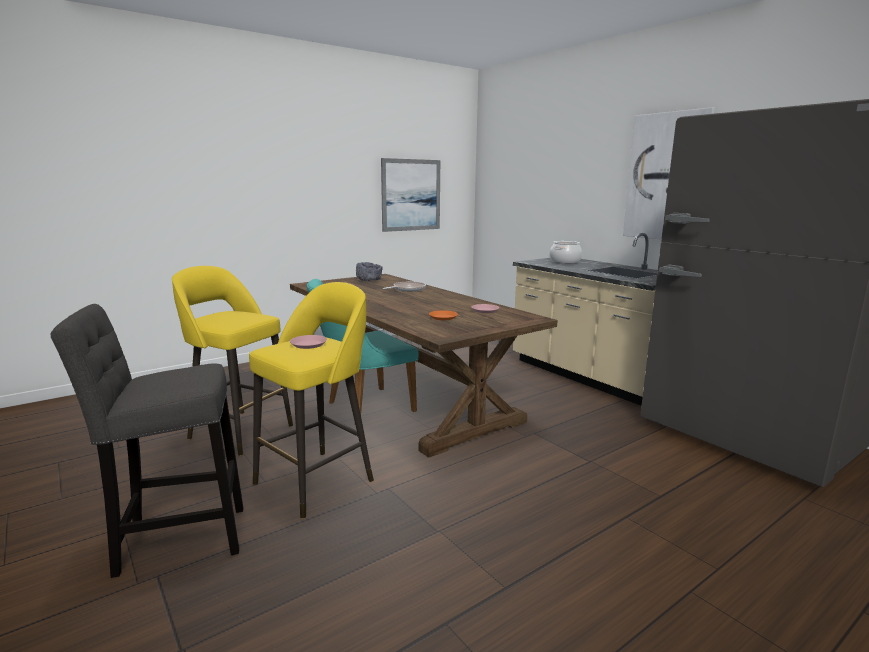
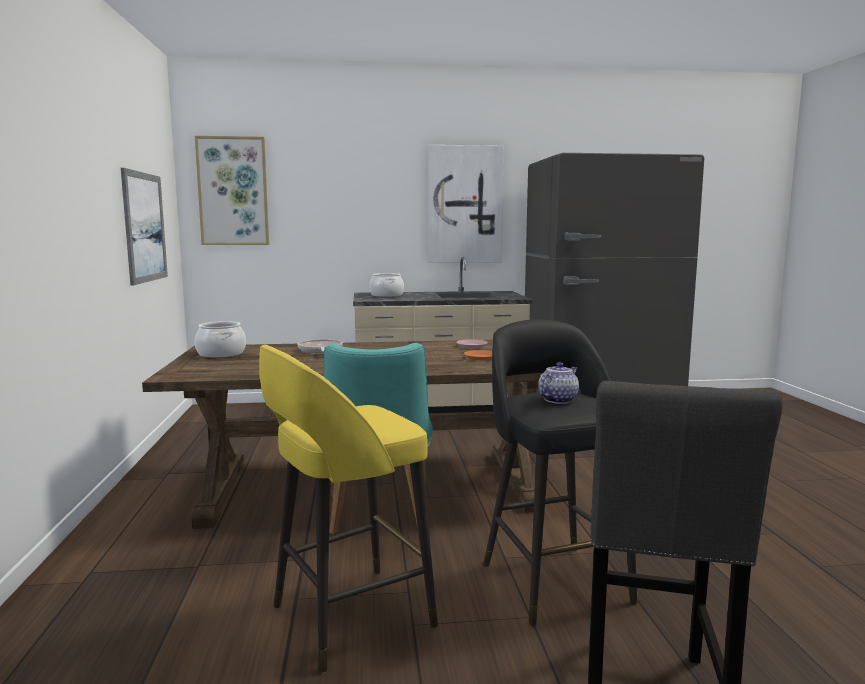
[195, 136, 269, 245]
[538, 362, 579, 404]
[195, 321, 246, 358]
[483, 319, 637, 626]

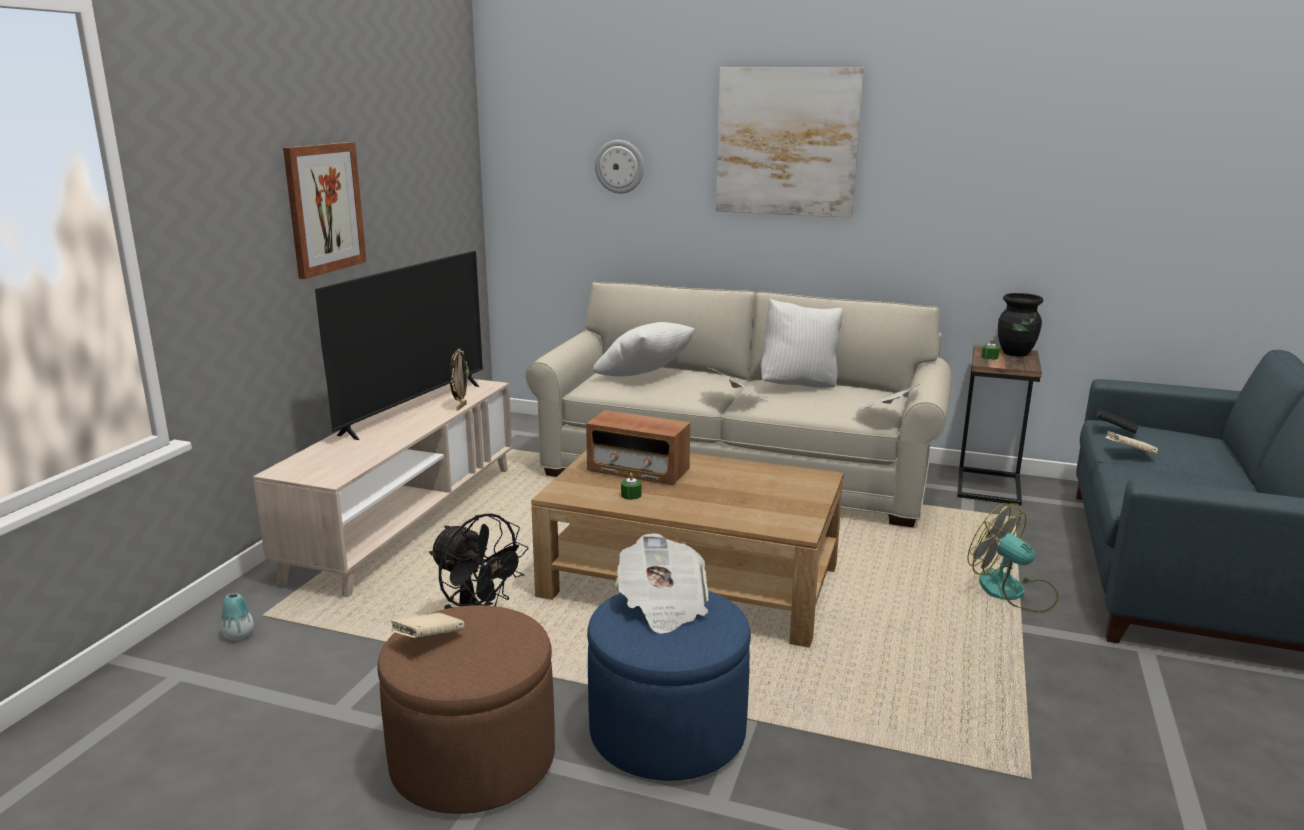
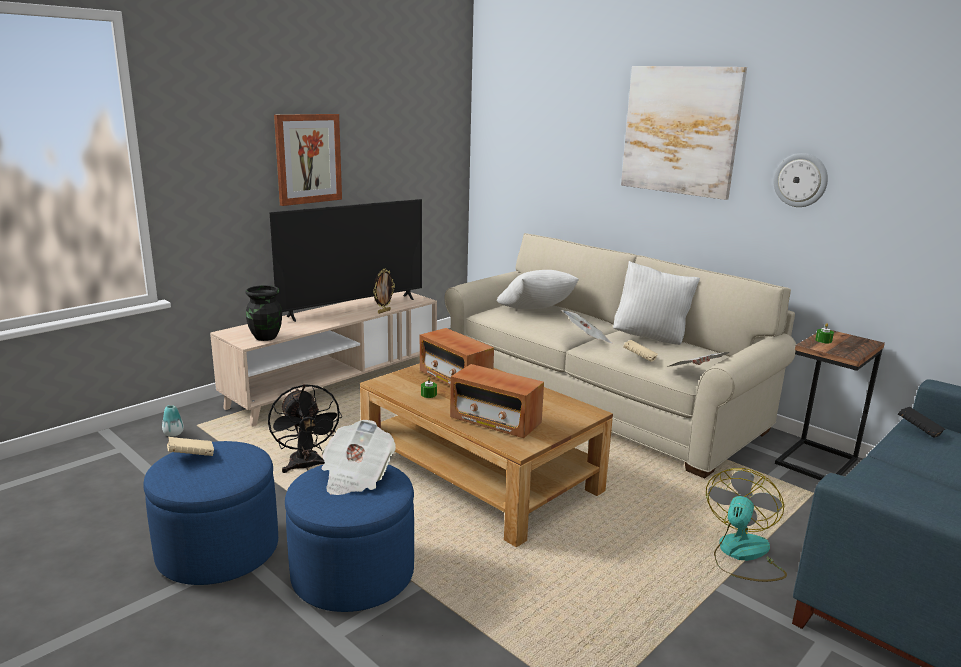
[450, 364, 544, 438]
[774, 153, 828, 207]
[245, 285, 282, 341]
[623, 340, 658, 362]
[143, 441, 278, 585]
[706, 468, 787, 582]

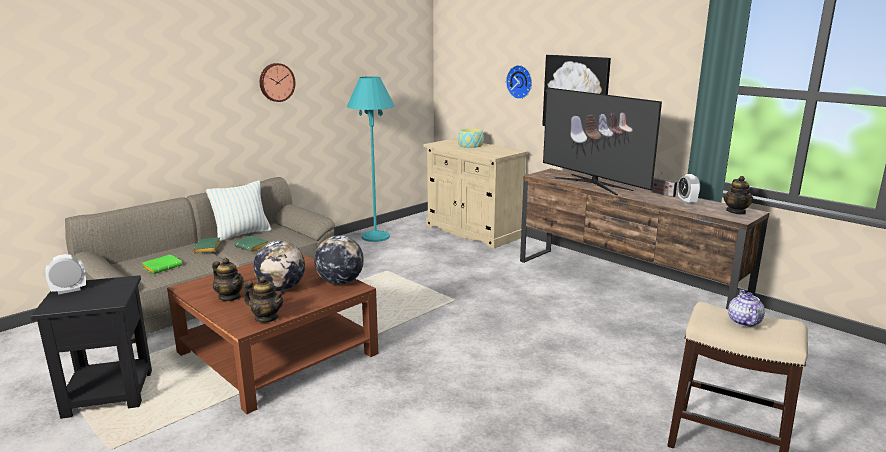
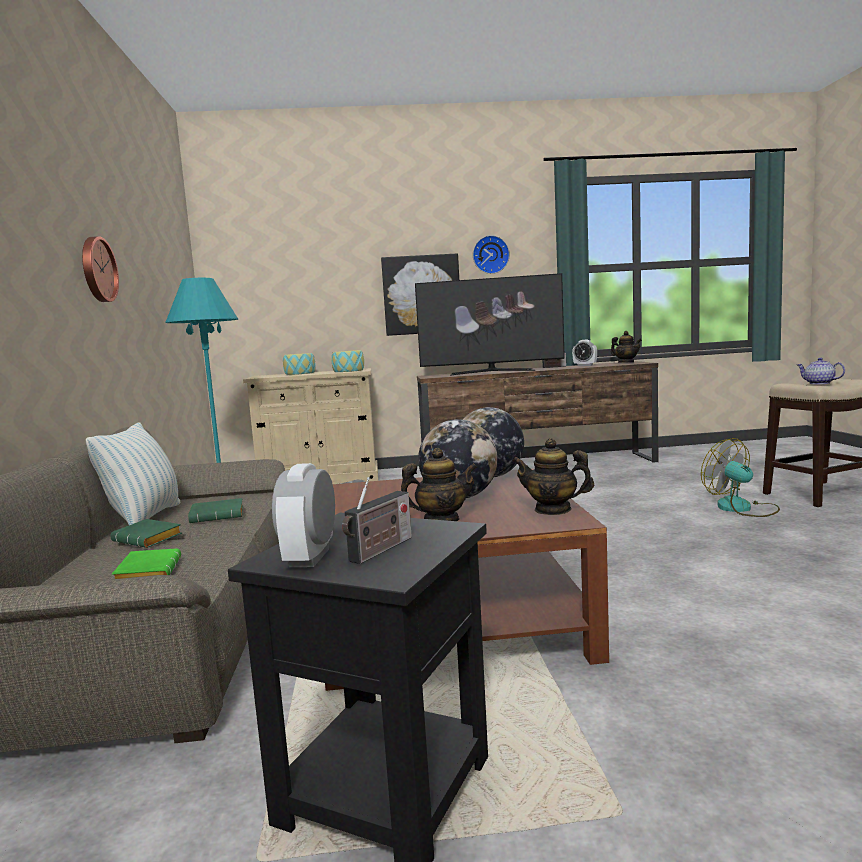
[331, 350, 364, 372]
[342, 477, 412, 564]
[701, 438, 780, 517]
[473, 235, 510, 274]
[513, 438, 594, 515]

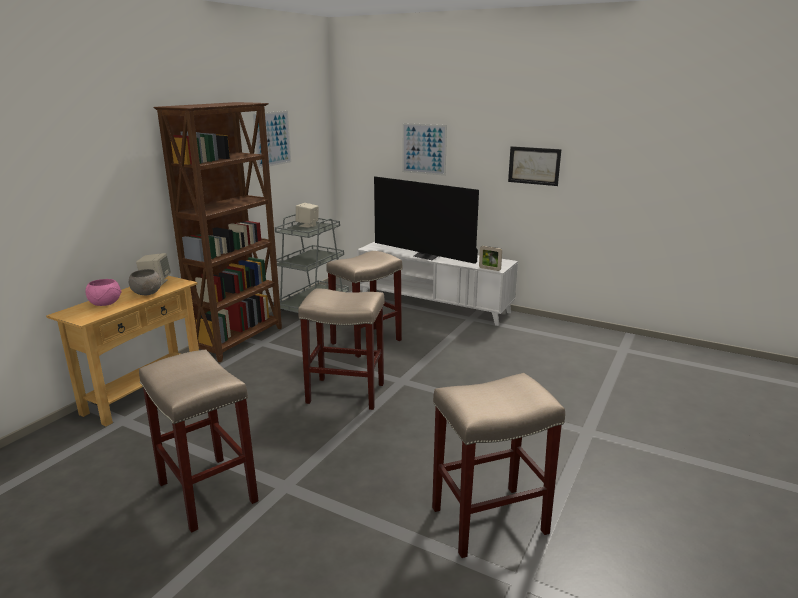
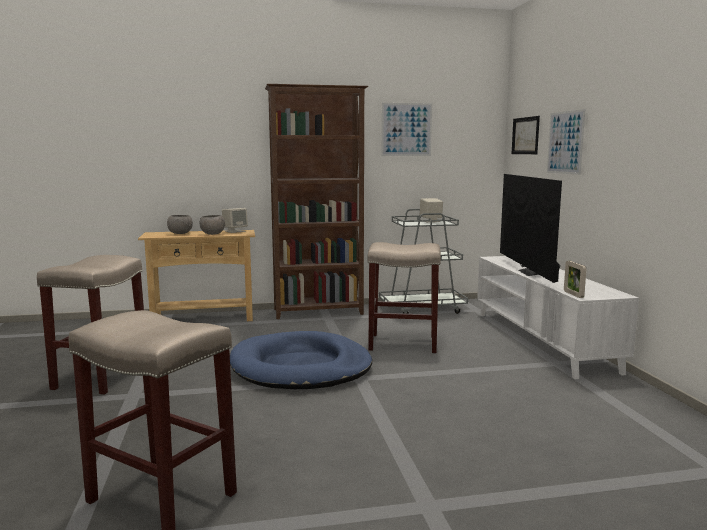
[512, 116, 540, 154]
[230, 331, 372, 389]
[167, 215, 193, 234]

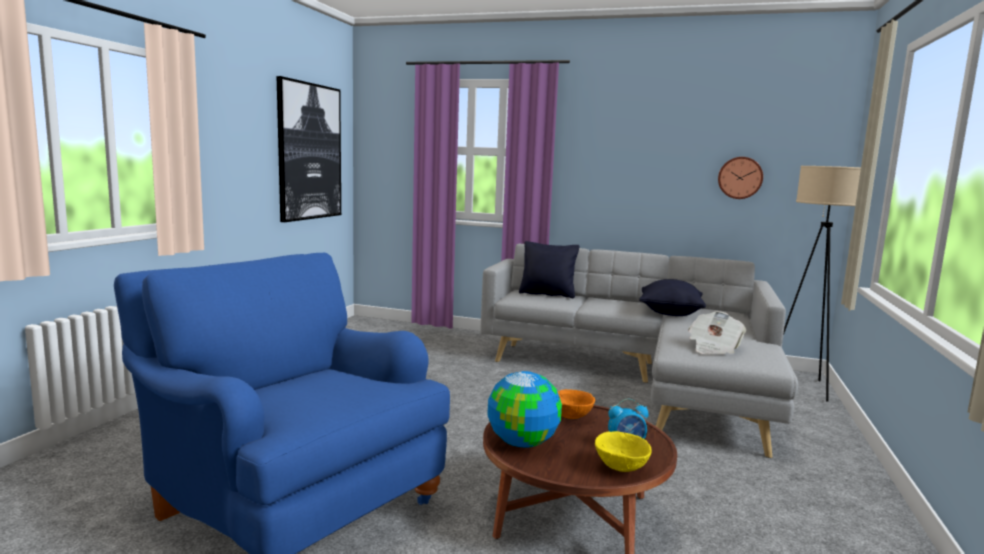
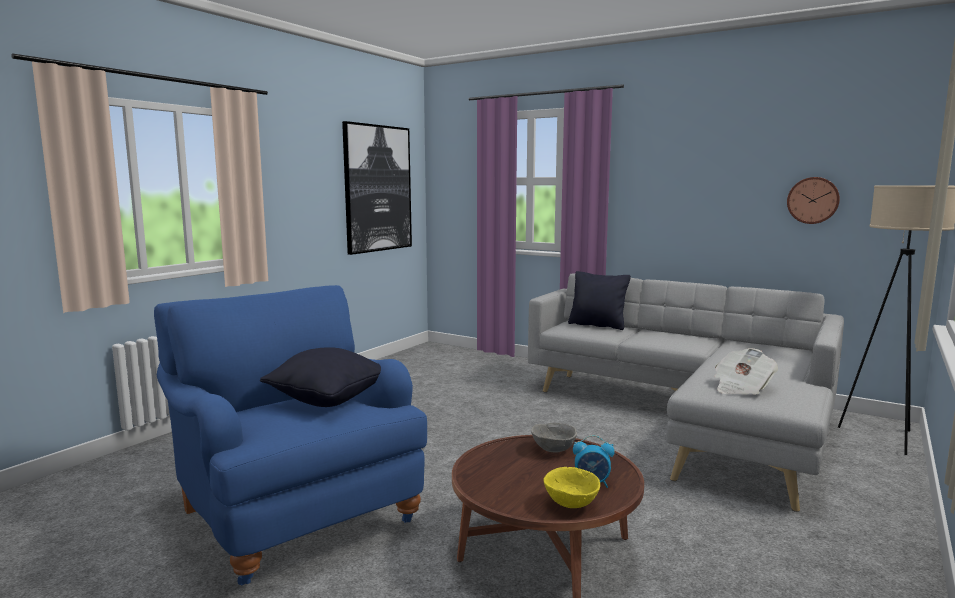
[487, 371, 562, 448] (first image)
[260, 347, 381, 407]
[531, 422, 577, 452]

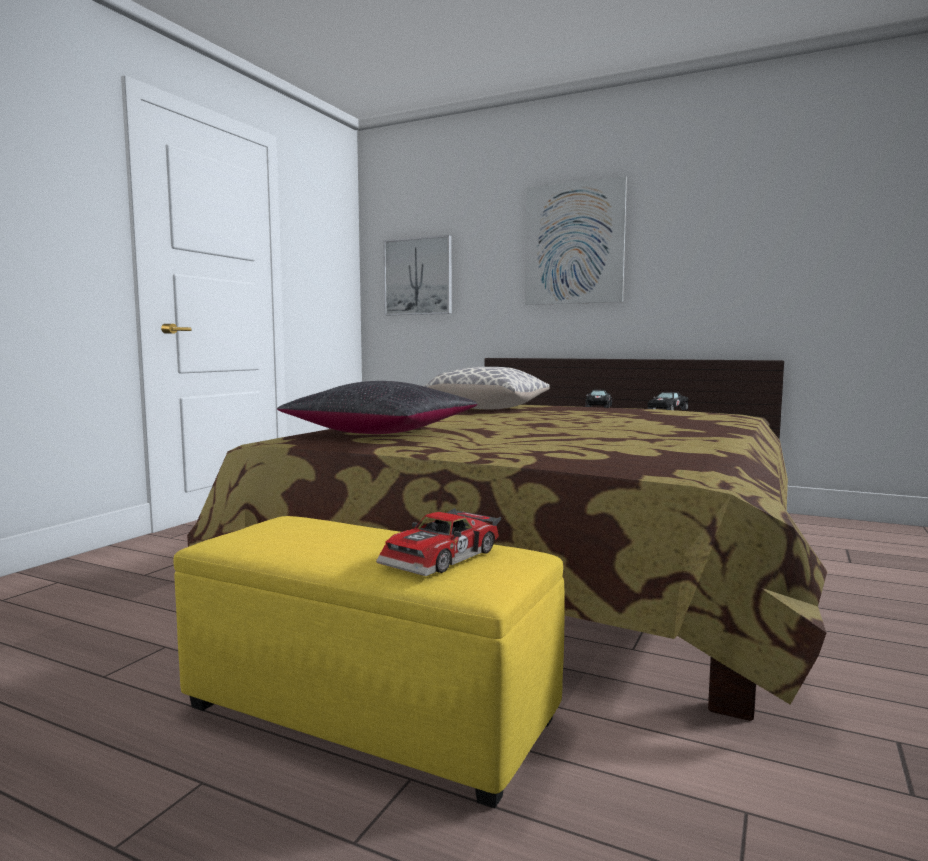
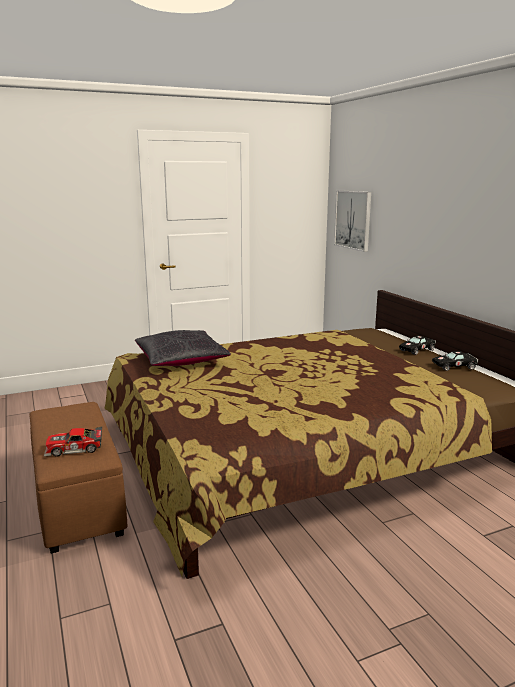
[424, 367, 550, 410] (first image)
[525, 176, 627, 305] (first image)
[30, 402, 127, 554]

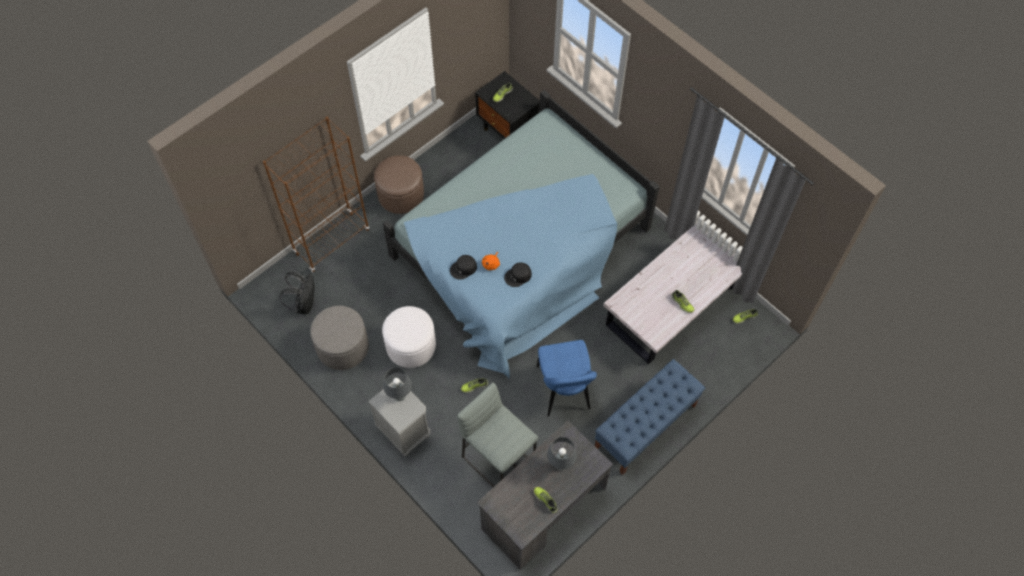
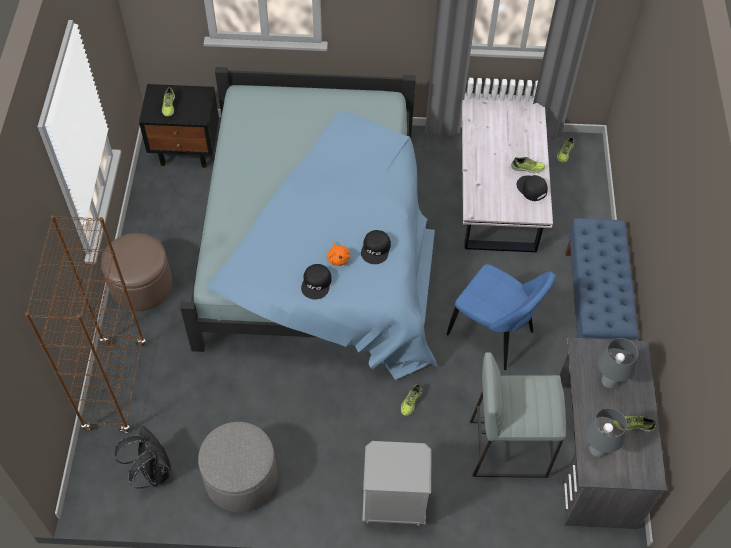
[382, 306, 436, 368] (first image)
[517, 175, 548, 201]
[585, 408, 627, 457]

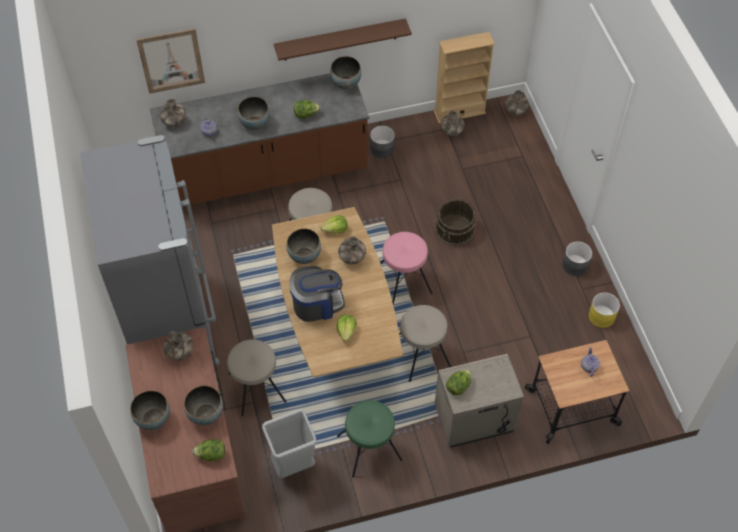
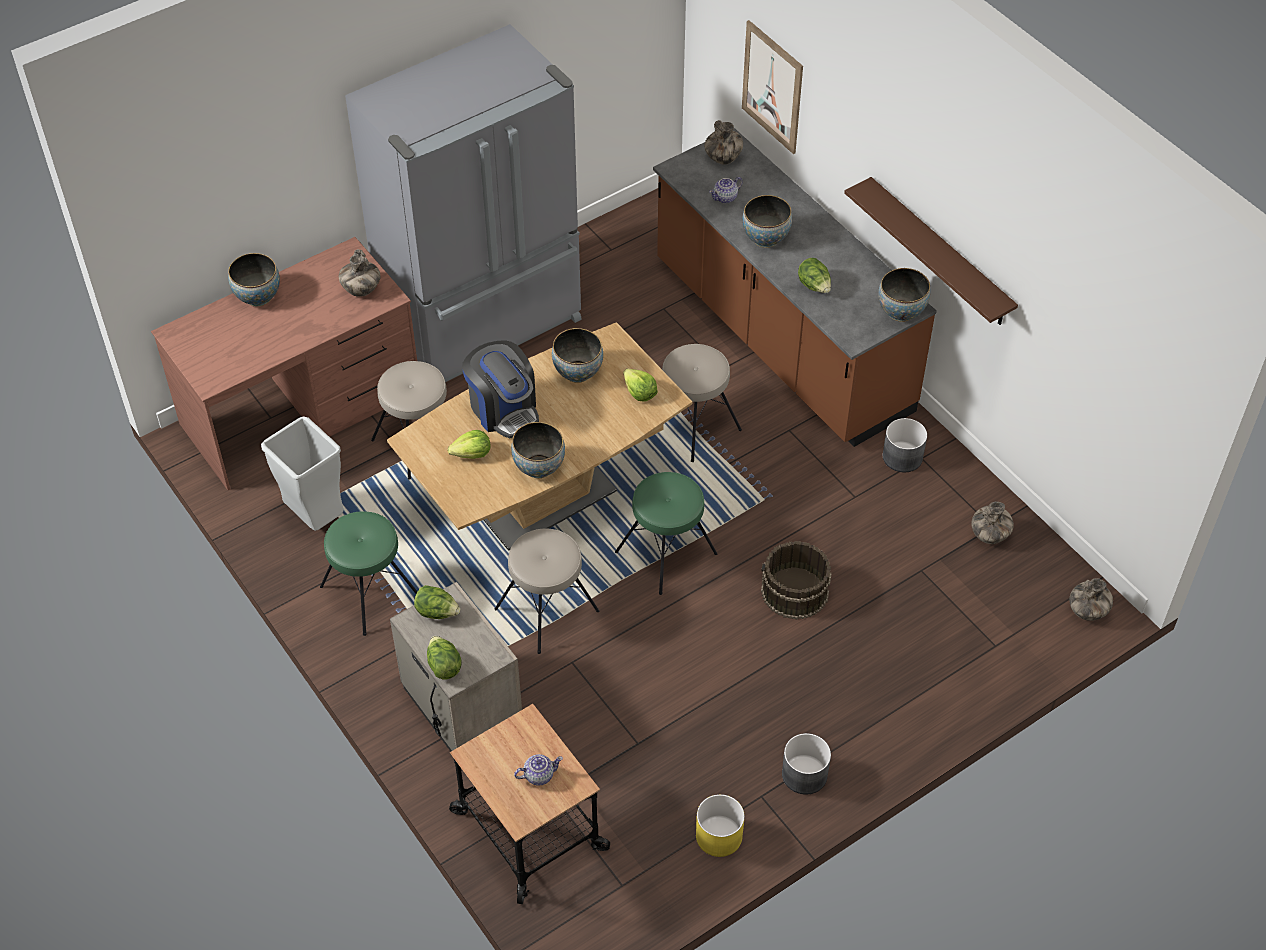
[338, 237, 366, 264] (first image)
[434, 32, 495, 123] (first image)
[511, 422, 565, 478]
[427, 636, 462, 680]
[615, 472, 717, 595]

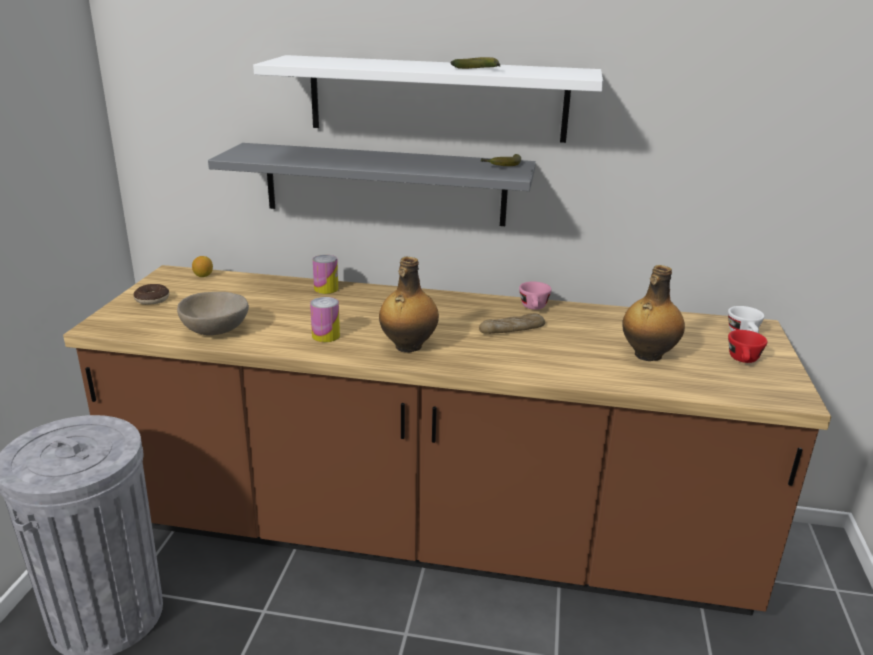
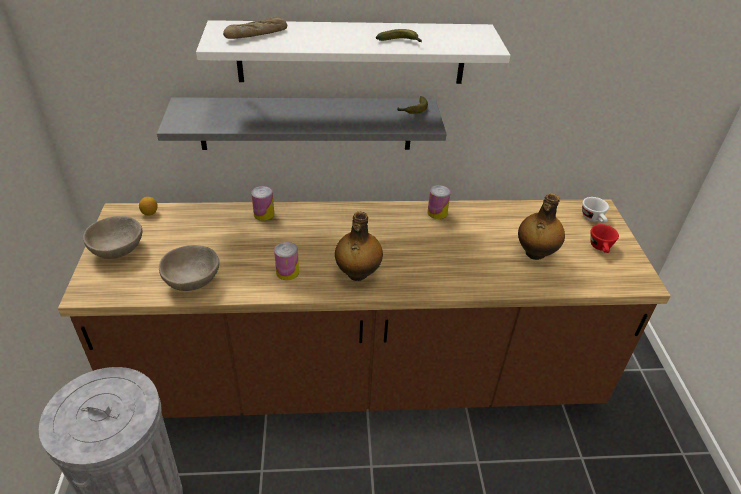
[223, 17, 287, 39]
[83, 216, 142, 259]
[427, 185, 451, 219]

